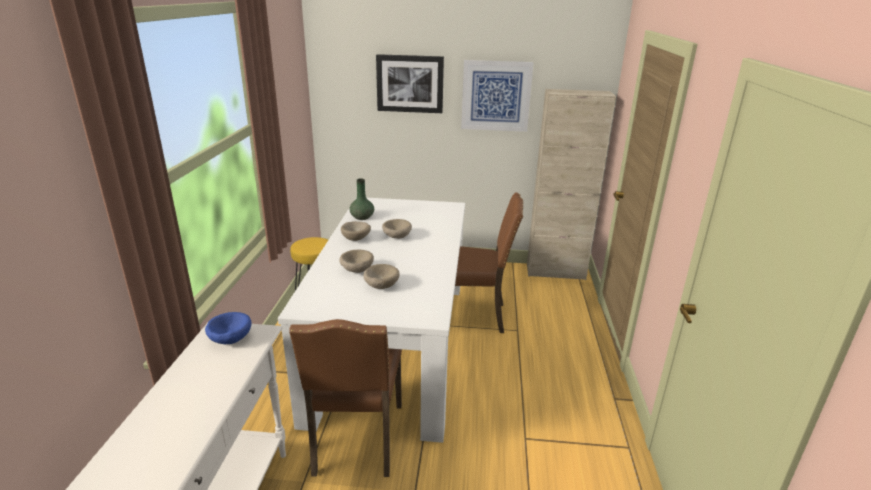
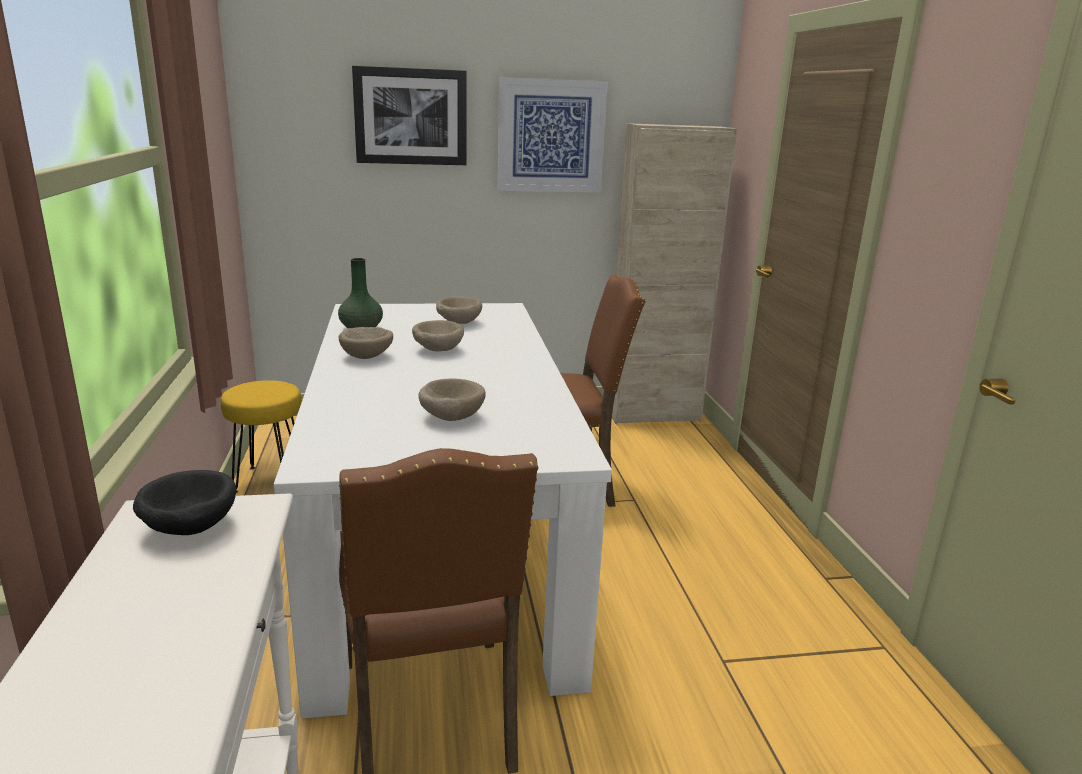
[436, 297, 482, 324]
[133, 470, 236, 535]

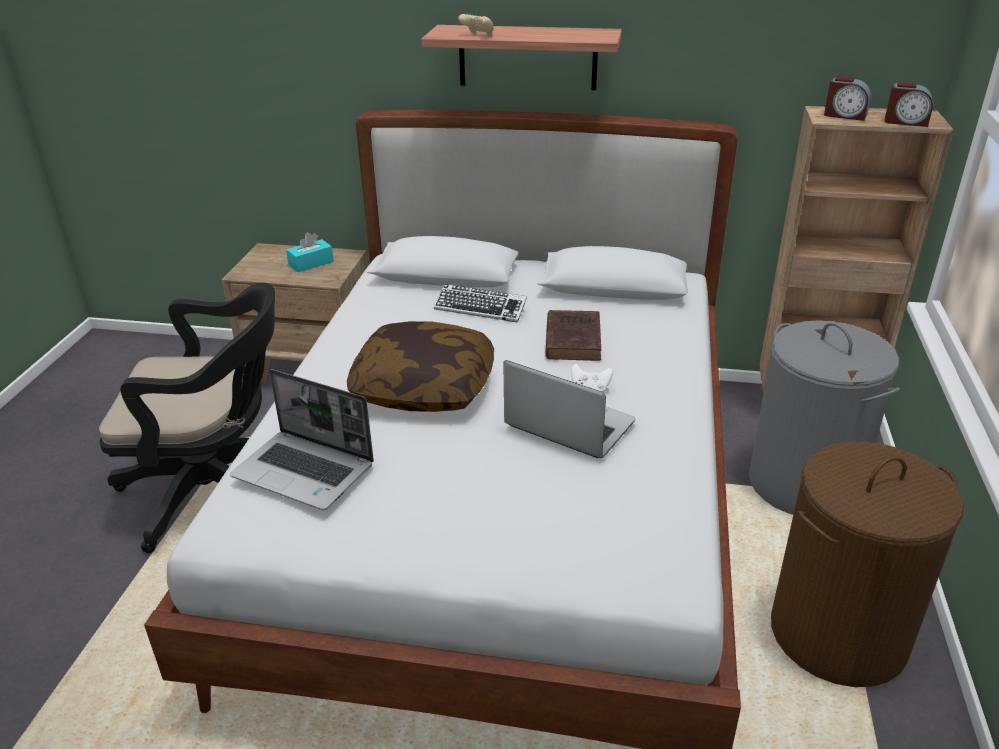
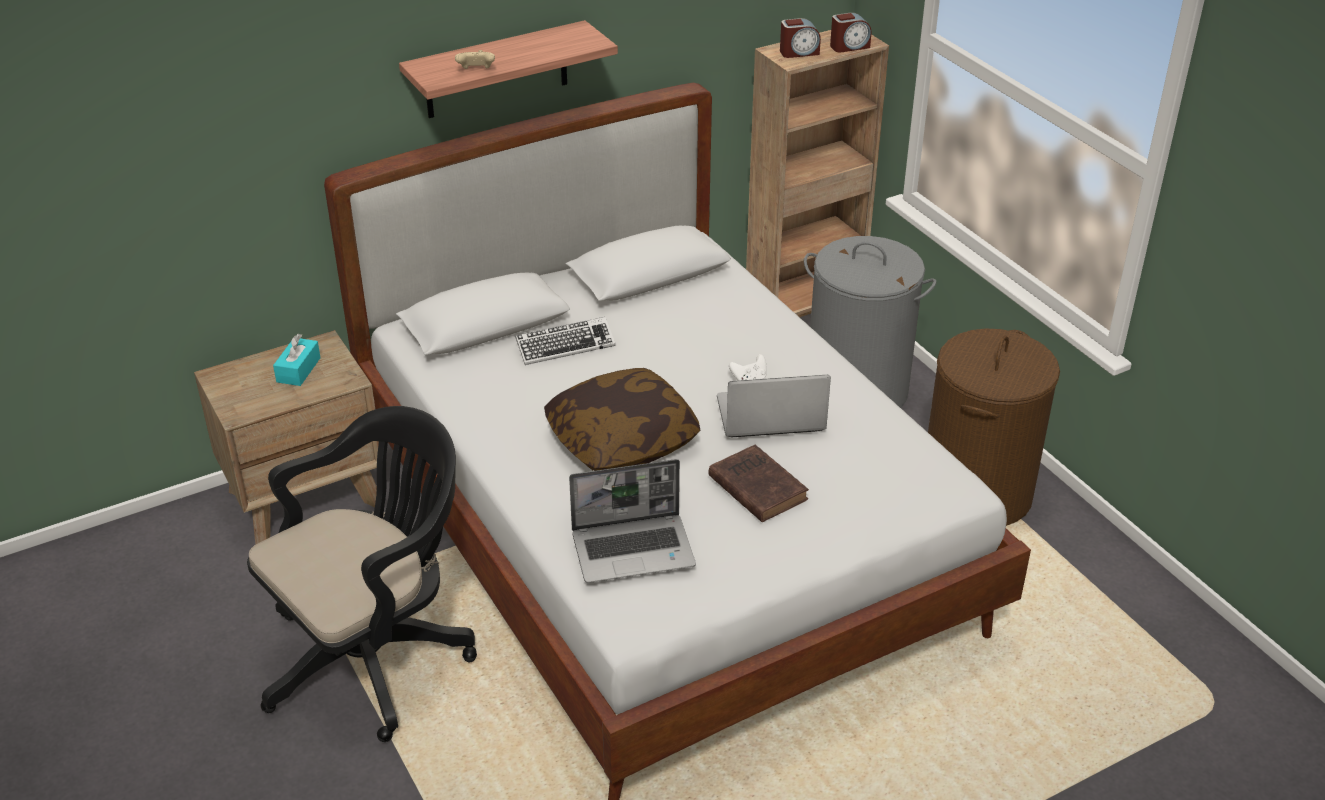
[708, 445, 809, 522]

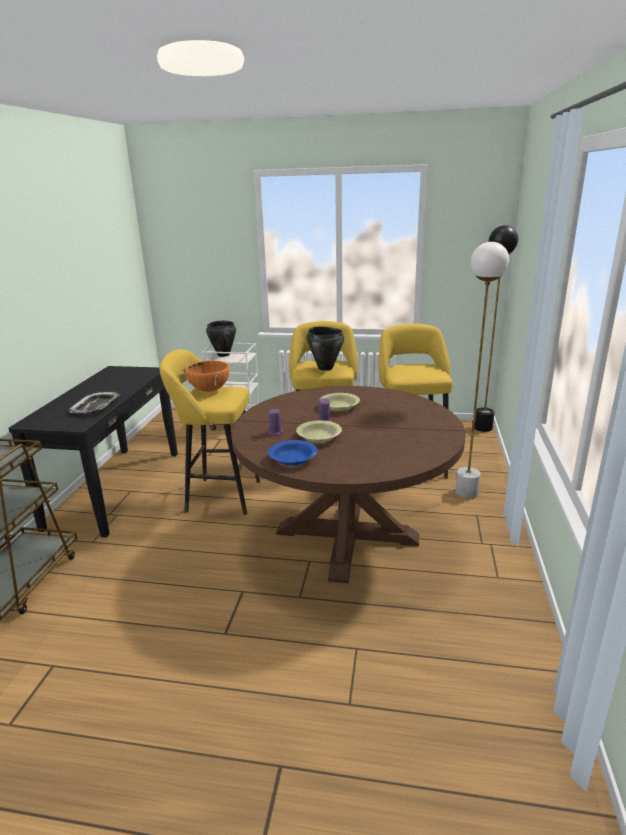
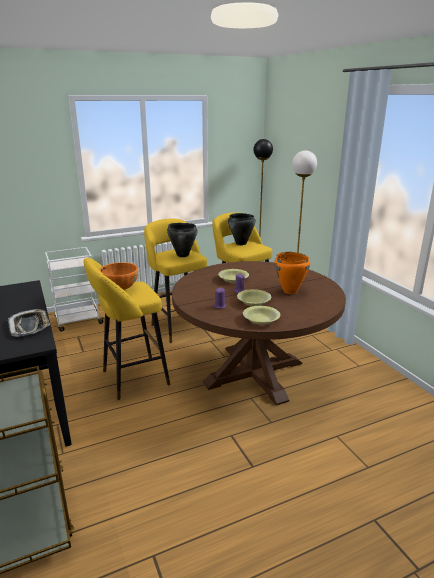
[274, 252, 310, 294]
[228, 213, 255, 245]
[243, 306, 280, 325]

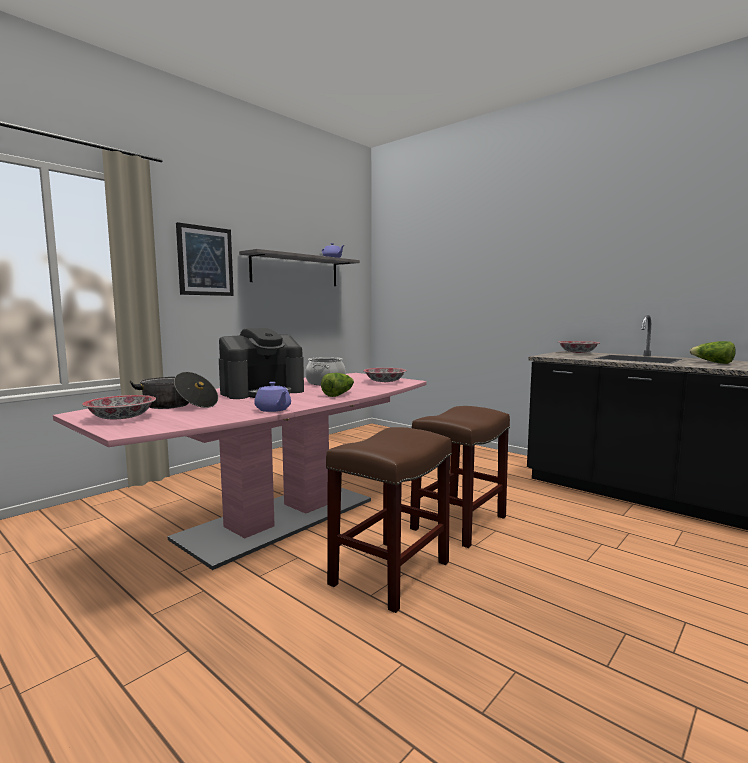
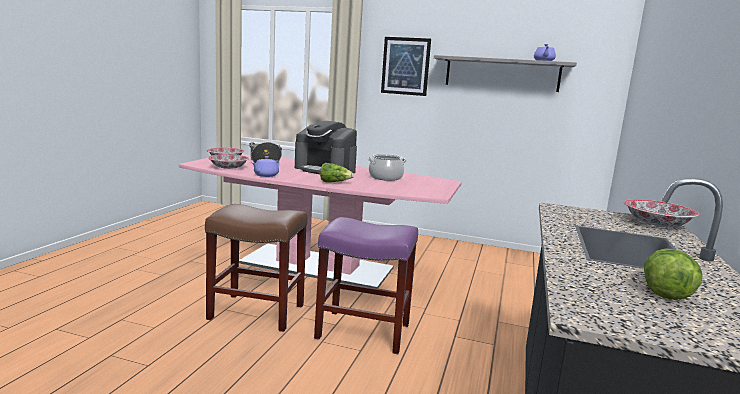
[208, 154, 249, 169]
[314, 217, 418, 354]

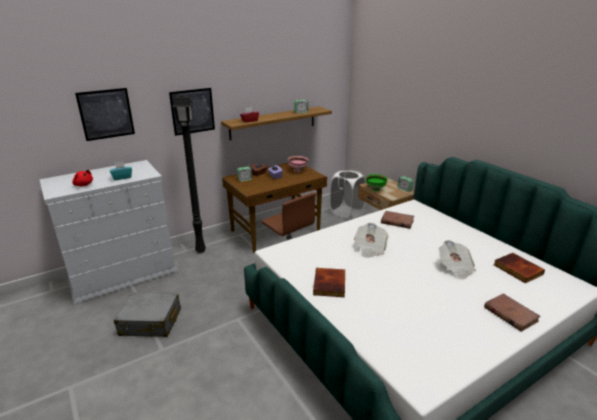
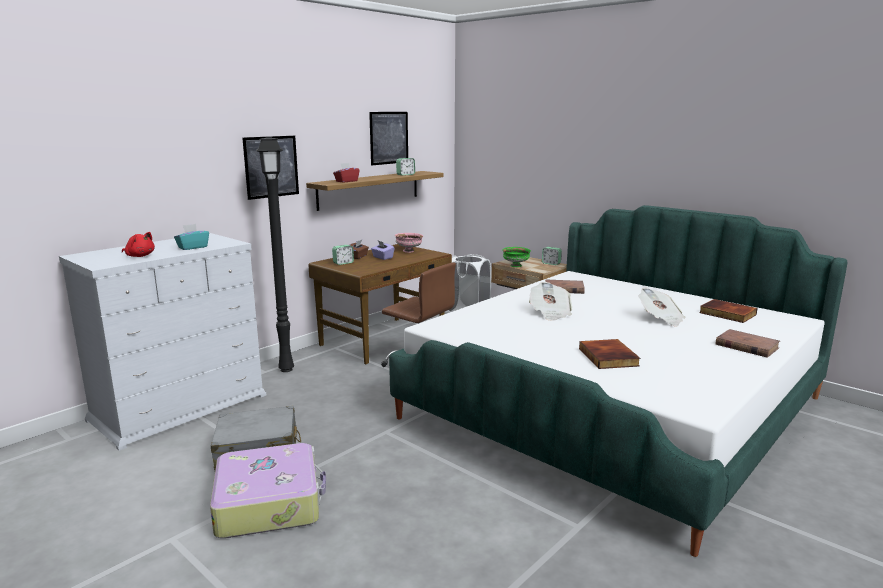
[210, 443, 326, 538]
[369, 112, 408, 165]
[579, 339, 640, 369]

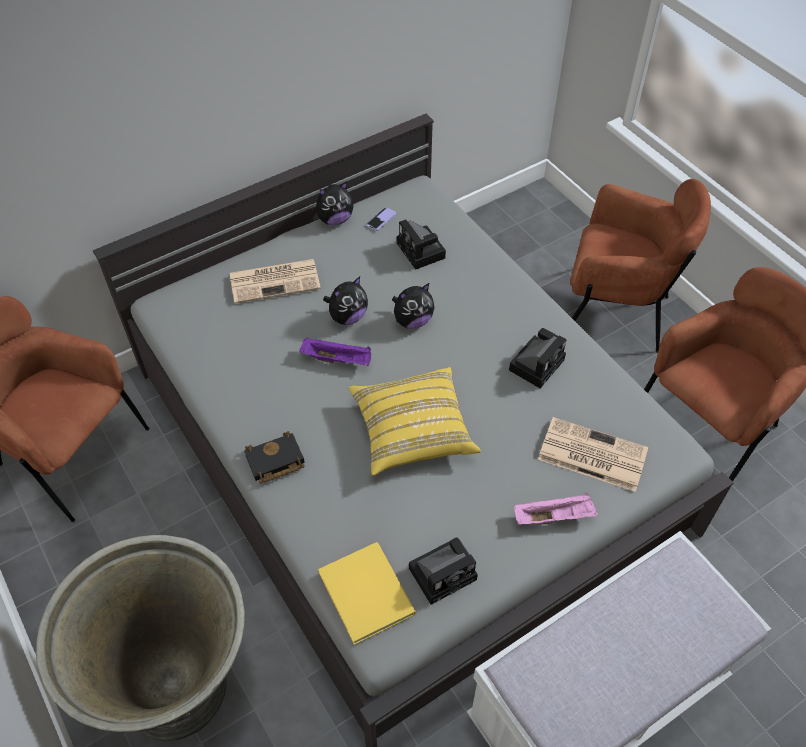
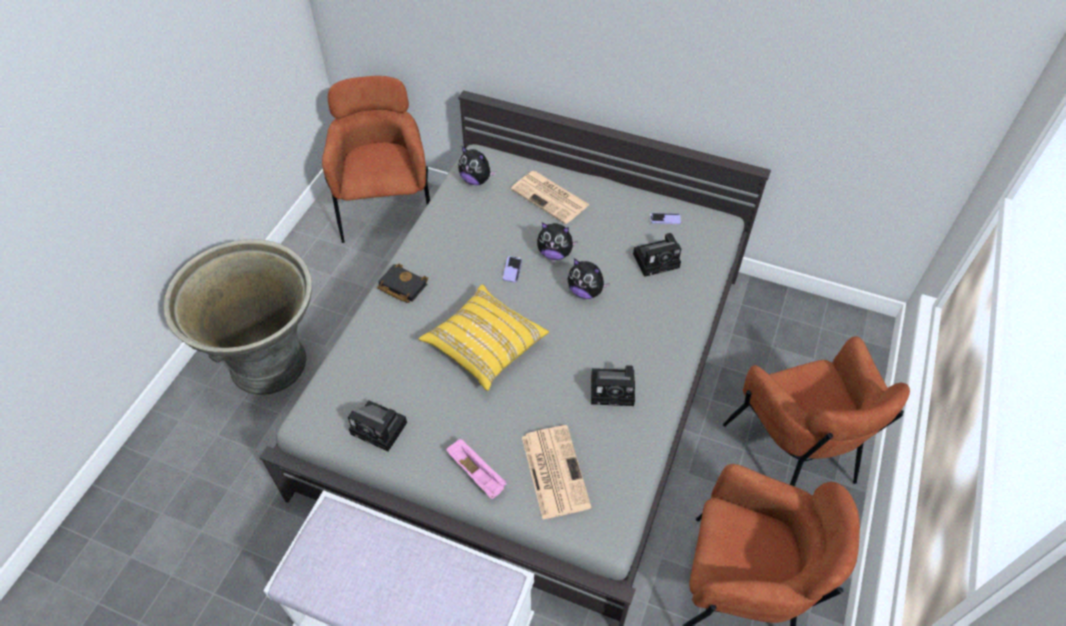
[318, 542, 416, 645] (first image)
[458, 146, 496, 185]
[503, 256, 522, 283]
[633, 233, 681, 277]

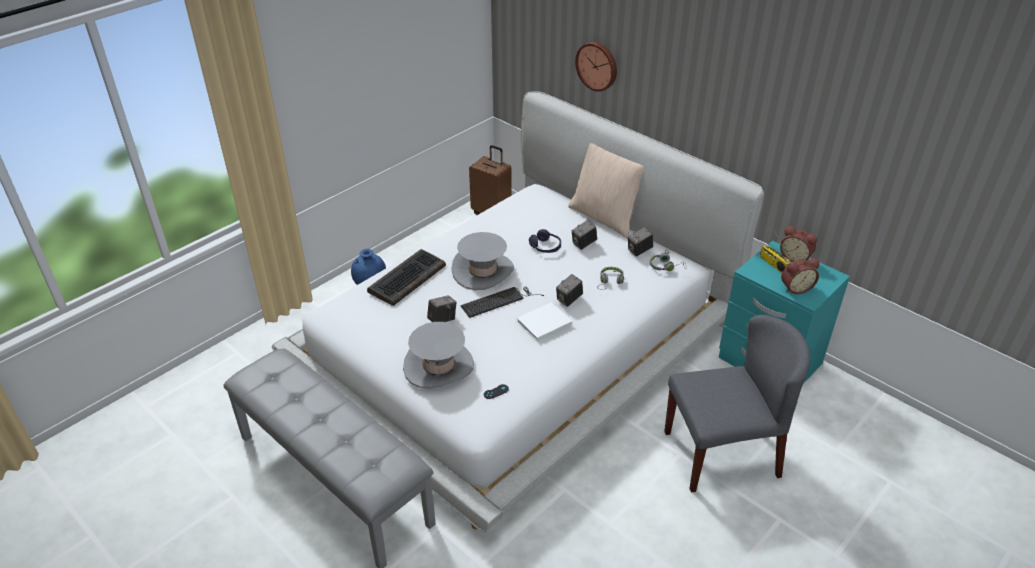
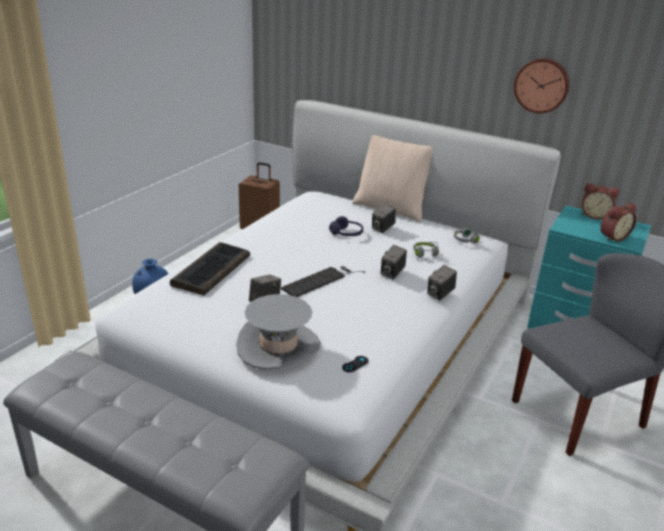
[451, 232, 514, 290] (first image)
[517, 302, 572, 342] (first image)
[760, 232, 791, 273] (first image)
[514, 58, 570, 113]
[427, 265, 457, 301]

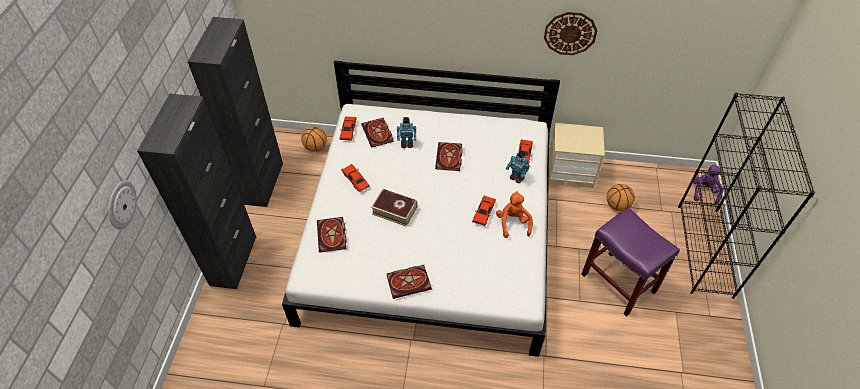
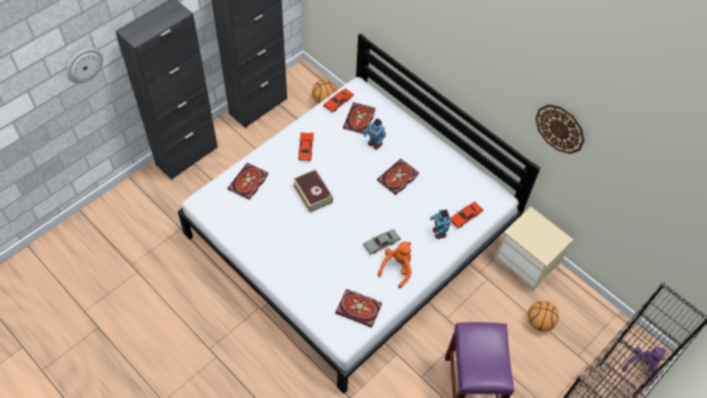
[335, 289, 382, 328]
[363, 229, 401, 255]

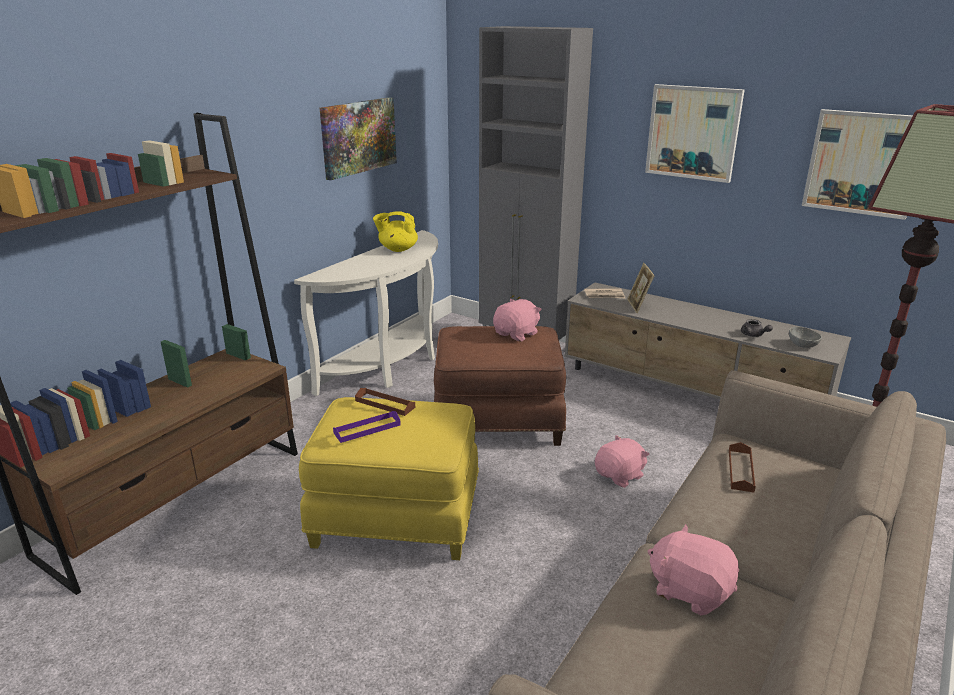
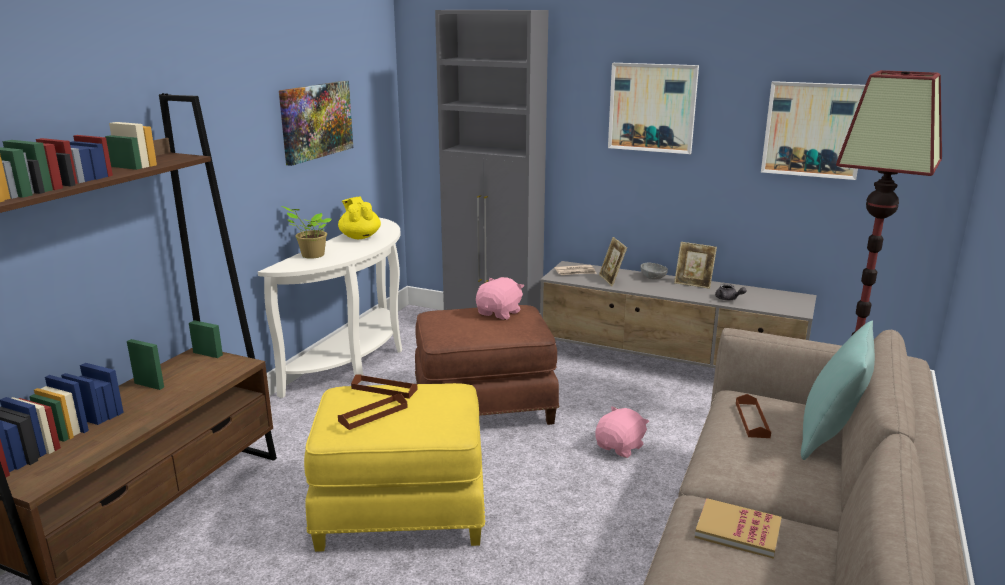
[281, 206, 332, 259]
[674, 242, 717, 289]
[801, 321, 875, 460]
[641, 263, 668, 279]
[695, 498, 782, 559]
[338, 394, 408, 430]
[338, 196, 381, 239]

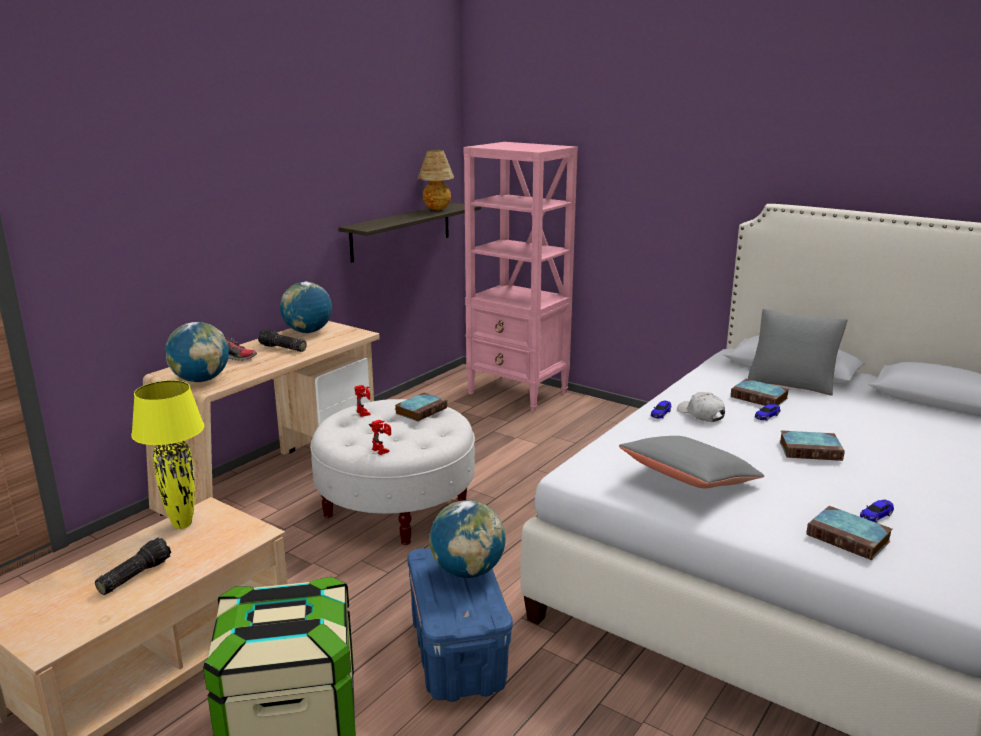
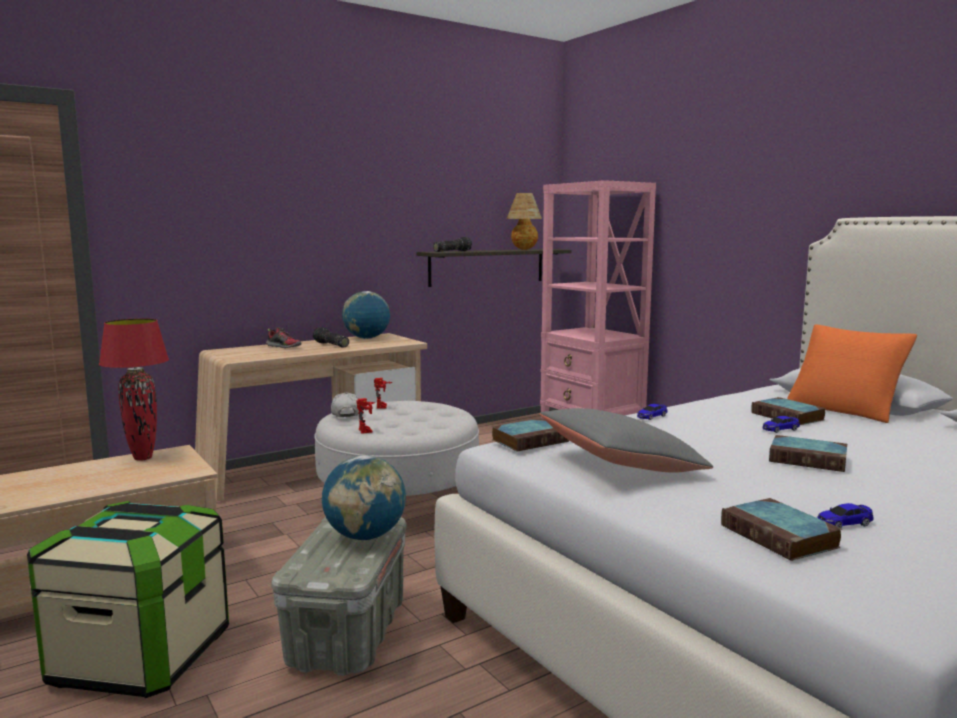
[165, 322, 229, 382] (first image)
[433, 237, 472, 252]
[491, 418, 569, 451]
[331, 392, 359, 417]
[99, 318, 169, 461]
[271, 517, 407, 676]
[787, 324, 917, 423]

